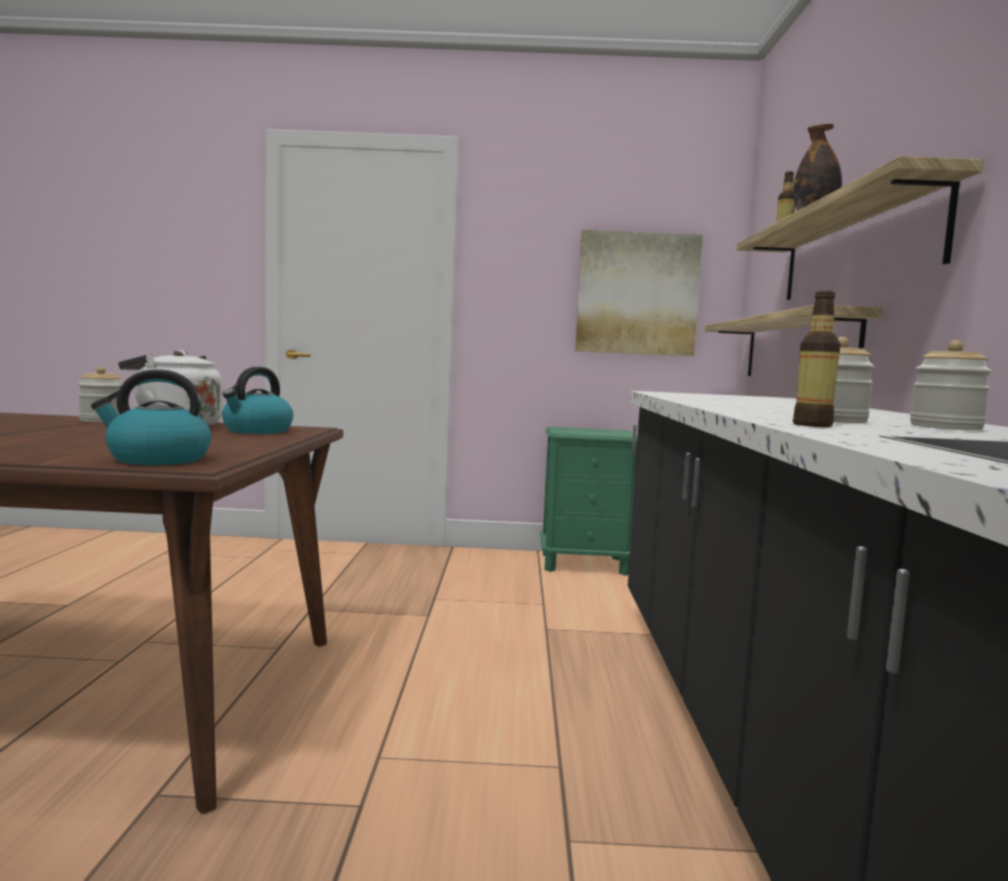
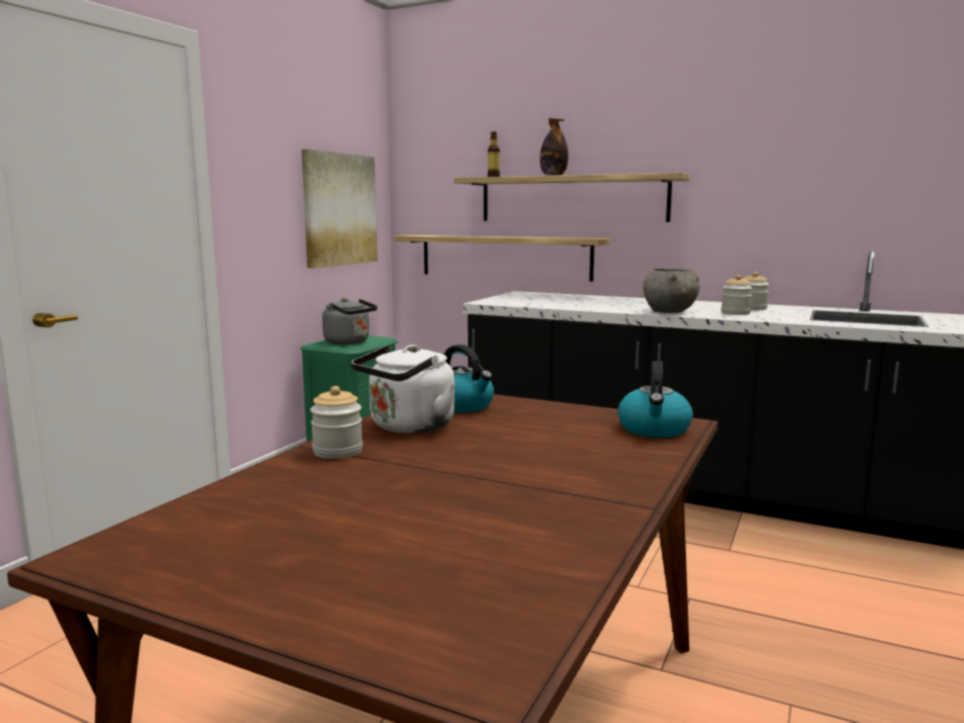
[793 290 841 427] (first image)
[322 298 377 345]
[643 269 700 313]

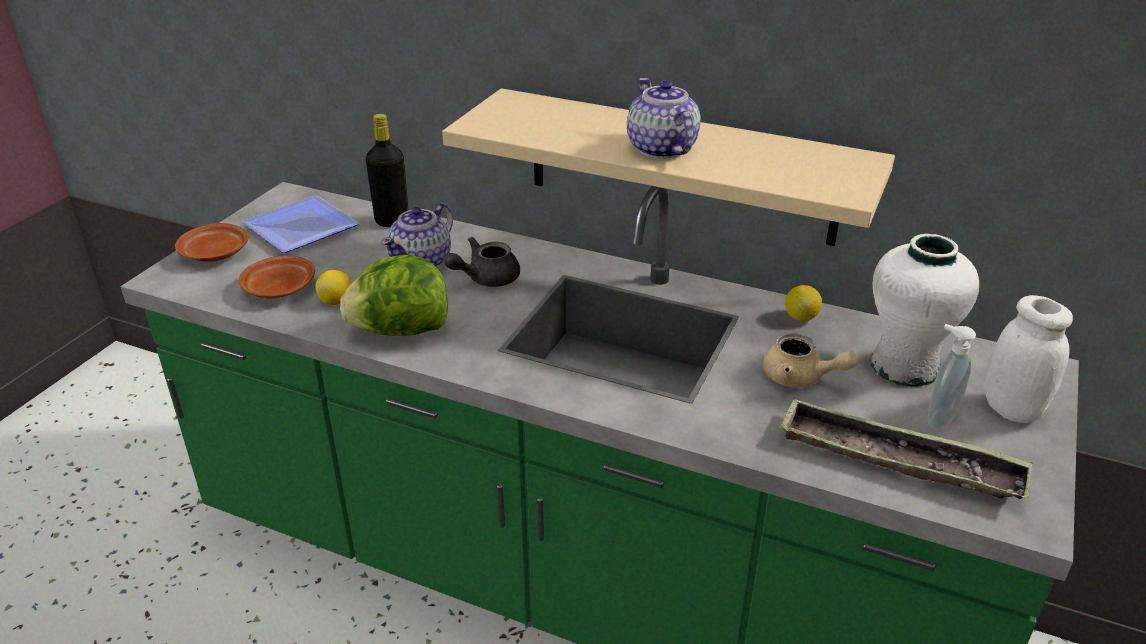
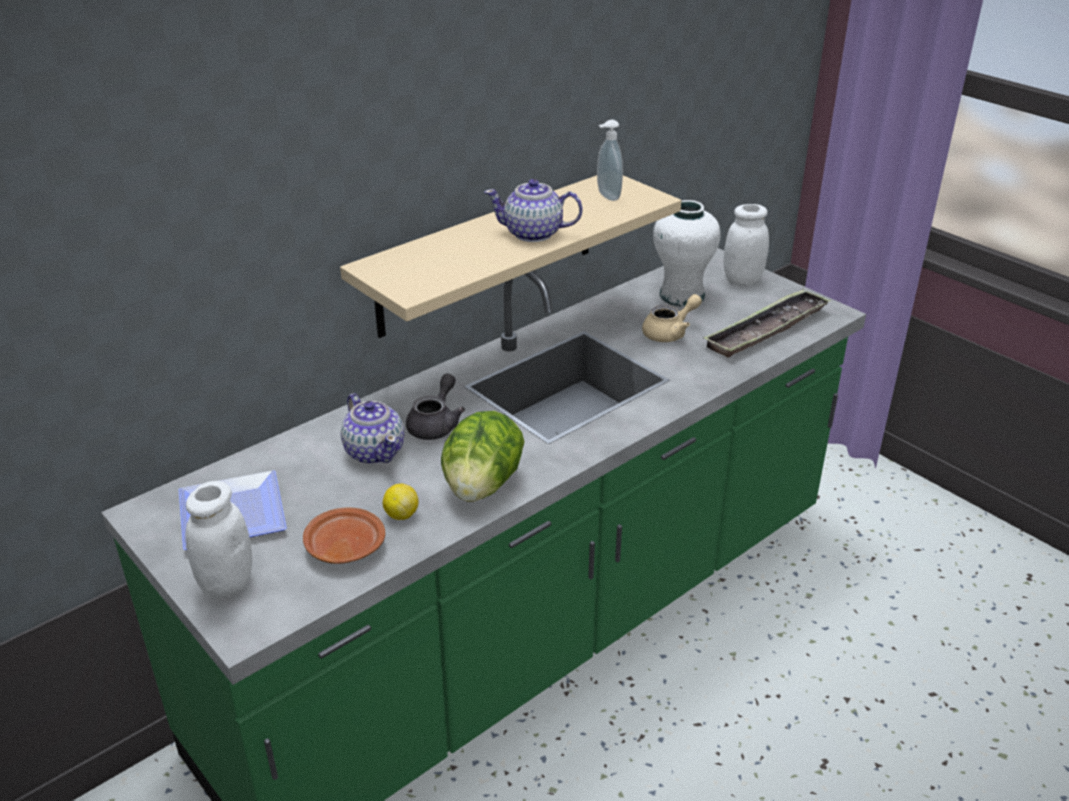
[186 481 252 599]
[366 114 408 227] (first image)
[406 374 465 440]
[785 285 822 321] (first image)
[597 120 623 201]

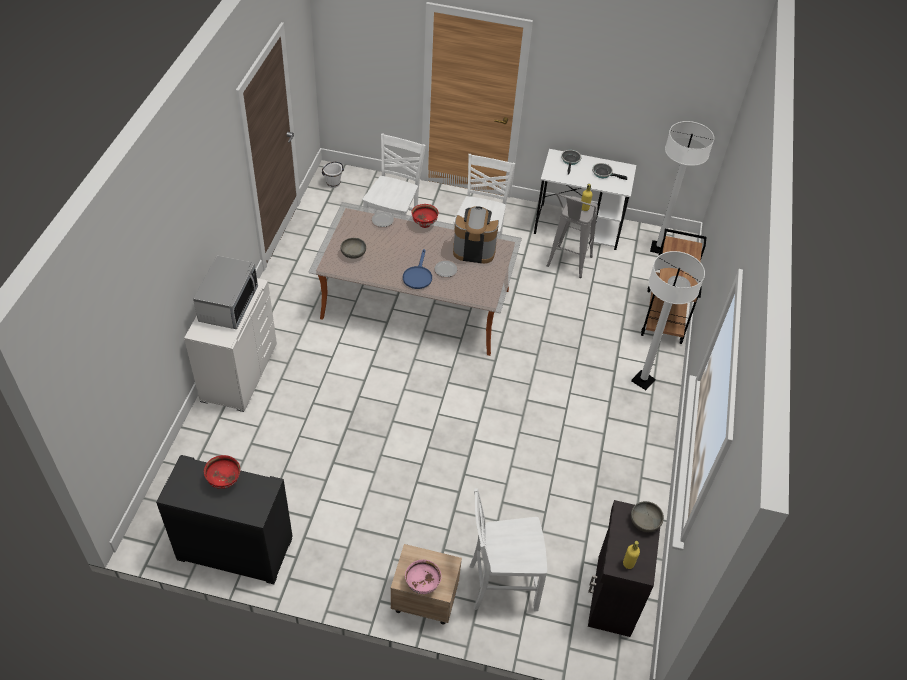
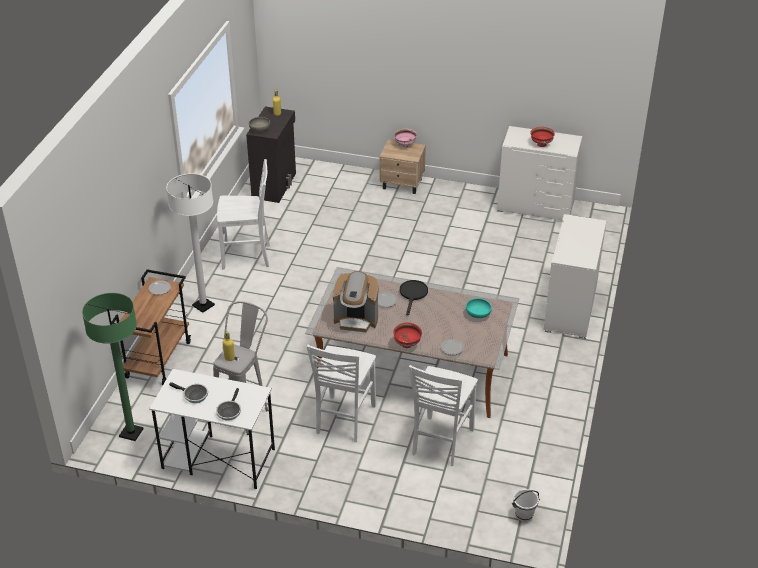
[497 126 582 220]
[193 256 258 329] (first image)
[466 298 492 318]
[400 280 428 316]
[217 159 270 269]
[82 293 144 441]

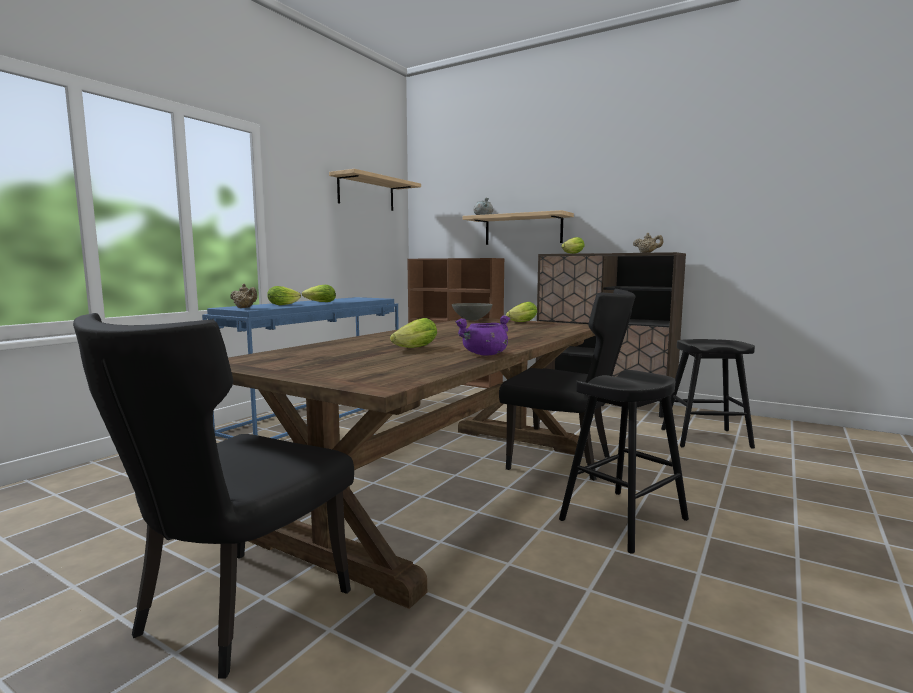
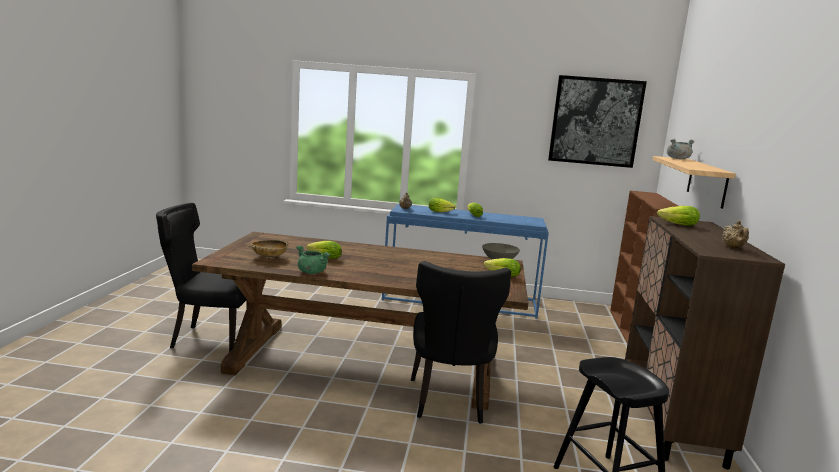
[548 75 647 168]
[296 245 331 274]
[559 370 689 554] (first image)
[248 240 290 259]

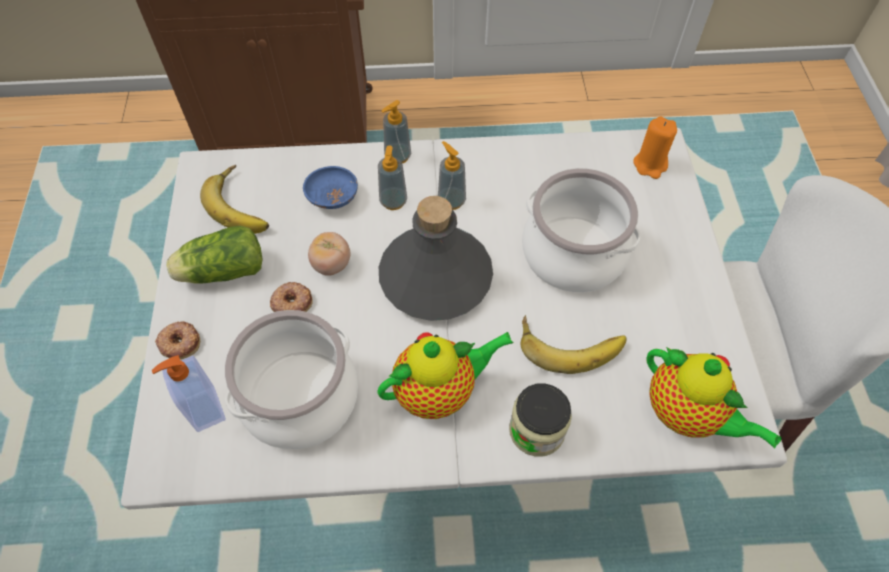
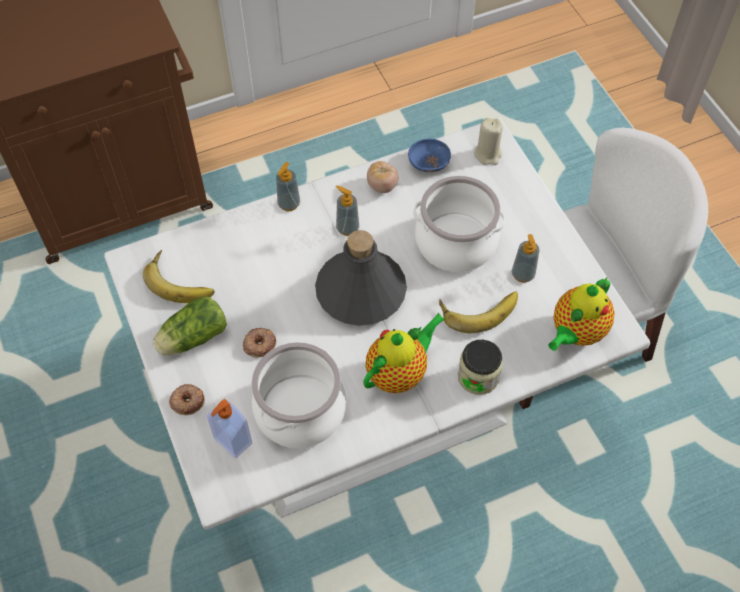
[408 139 451 172]
[367 161 398 193]
[512 234 539 283]
[474 118 503 165]
[548 278 614 351]

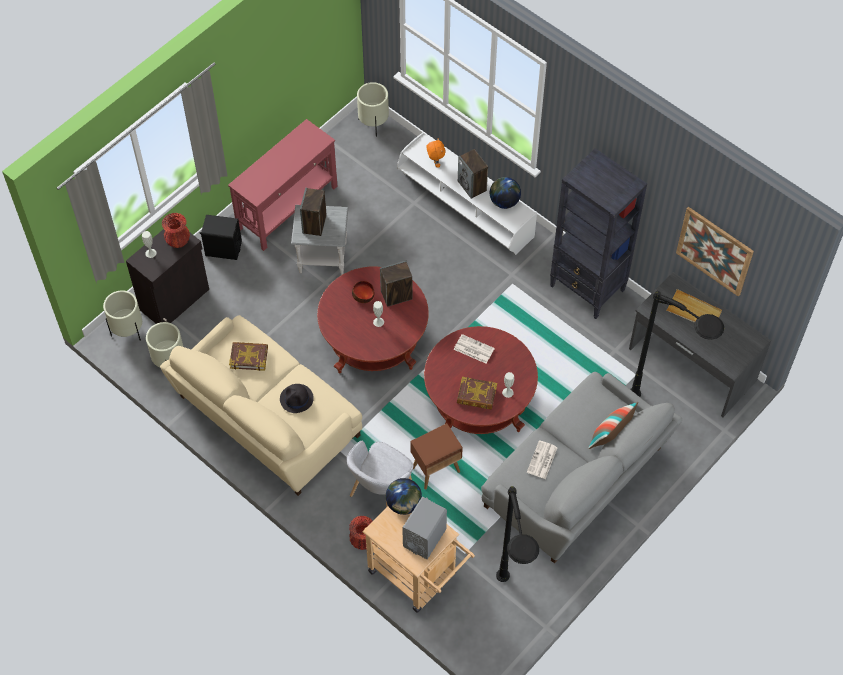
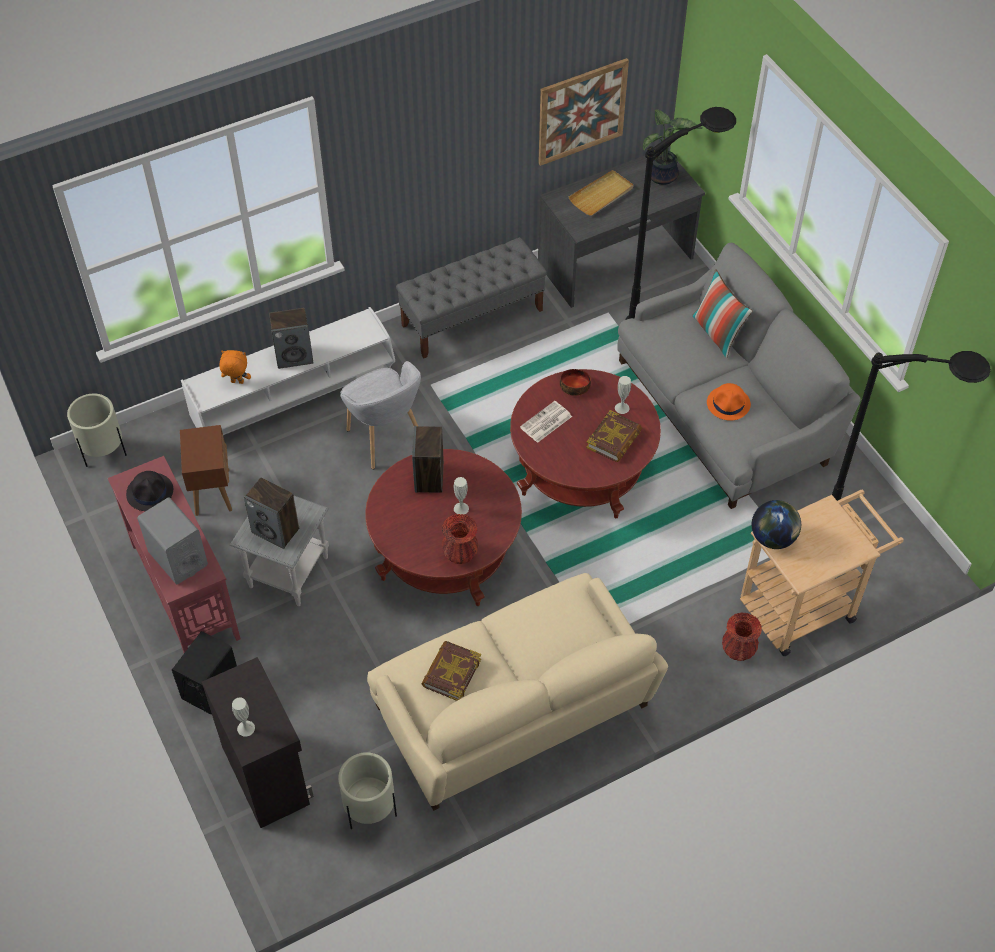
[103 290 142 341] (first image)
[442 514 479 564]
[126 471 173 511]
[340 361 421 470]
[560 369 591 396]
[137 497 208 584]
[180 425 232 516]
[490 177 521 209] (first image)
[707 383 751 421]
[396 237 547 358]
[643 109 703 185]

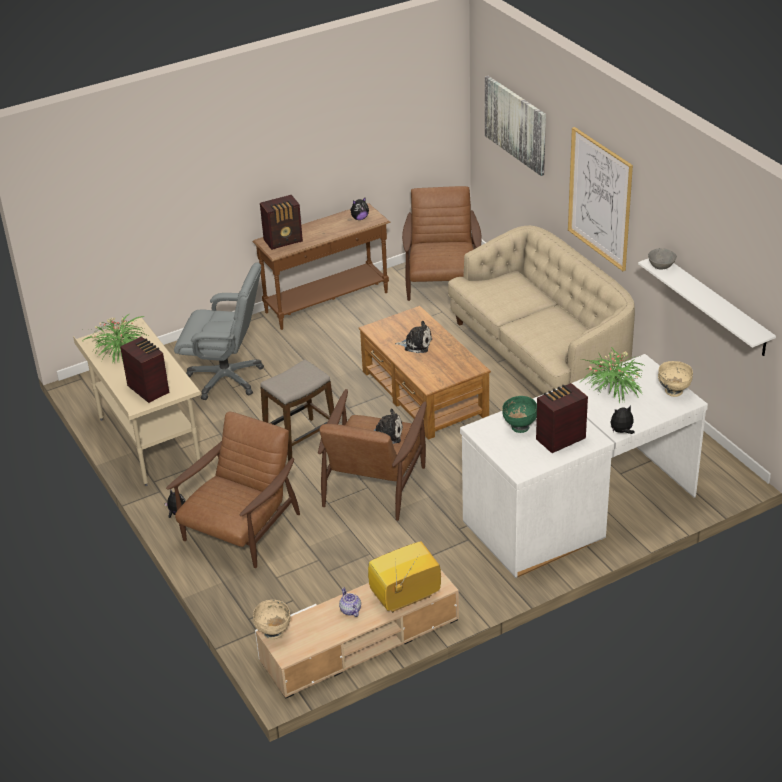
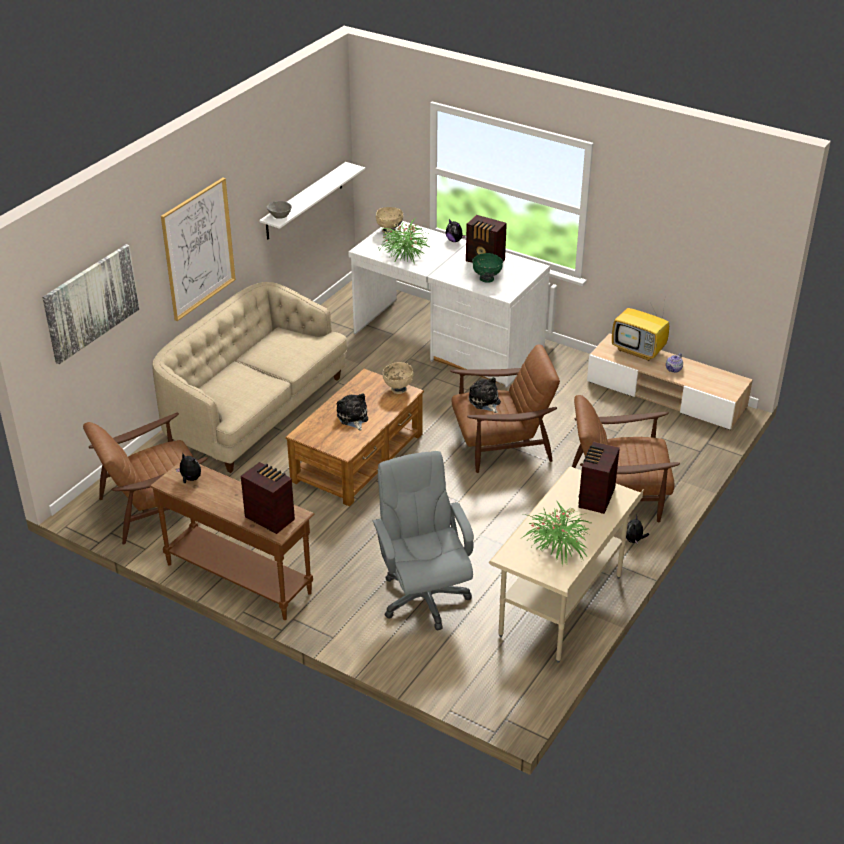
[383 362 413 394]
[261 360 334 462] (first image)

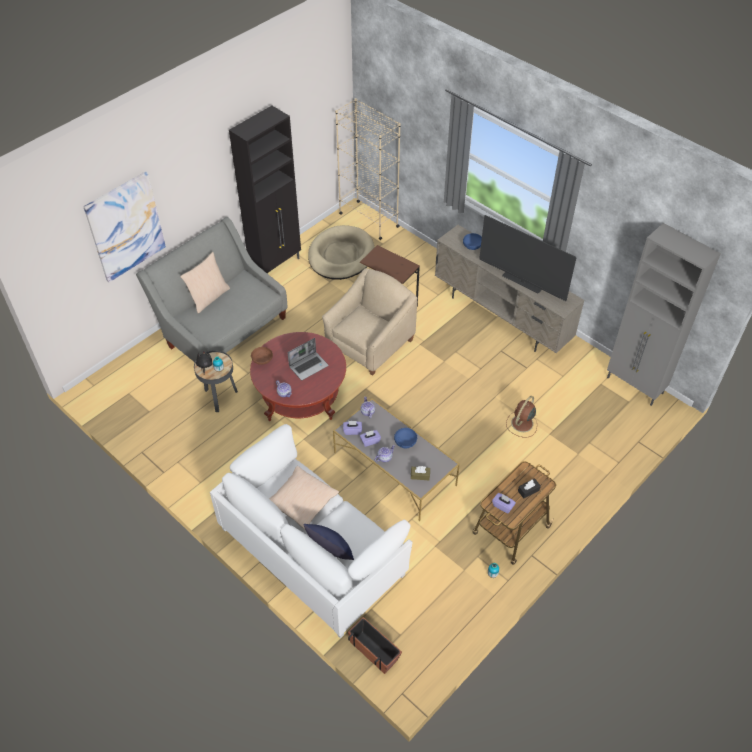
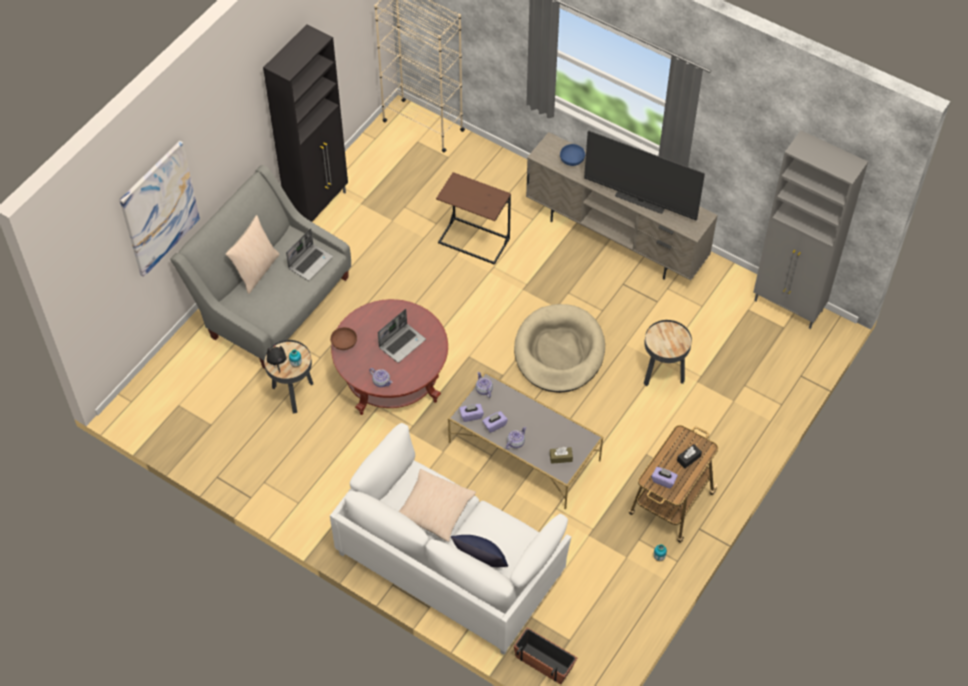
[514 304 605 393]
[322 268 417 375] (first image)
[394 428 417 449] (first image)
[644 320 692 386]
[286 228 333 281]

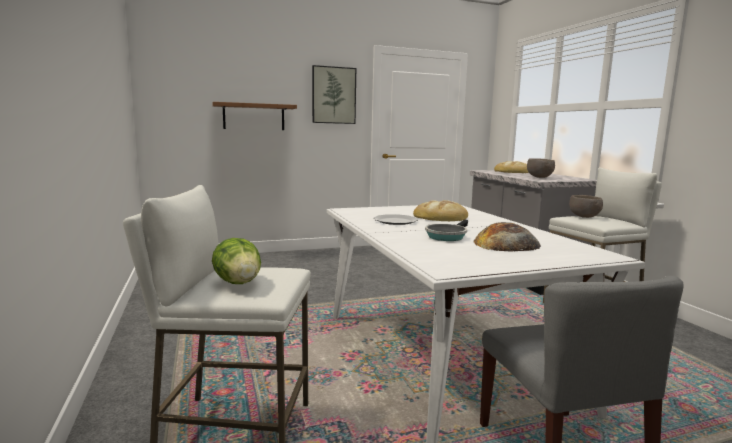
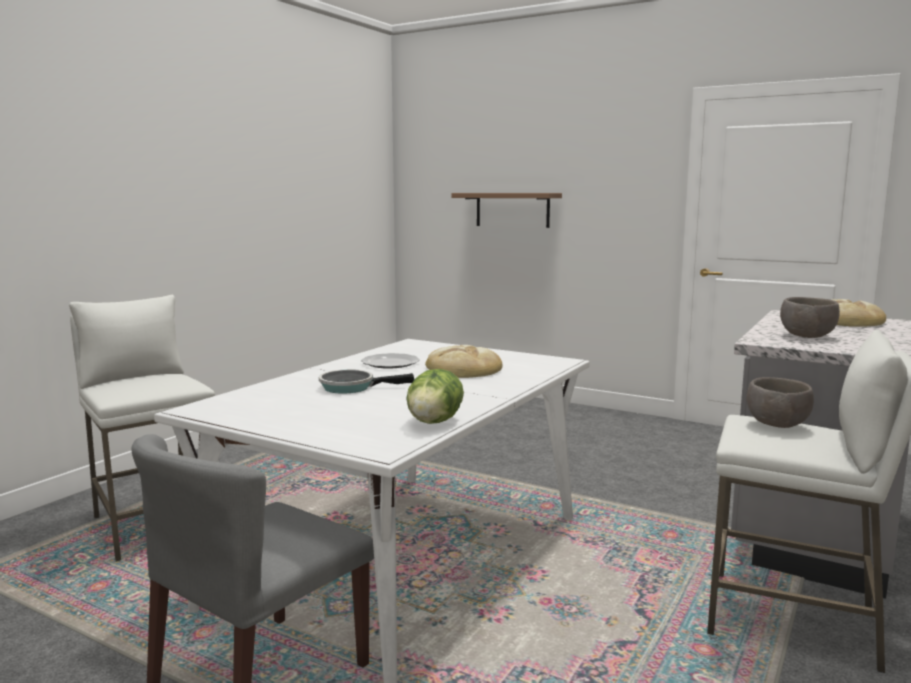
[407 369 464 424]
[312 65 356 124] (first image)
[473 222 541 251] (first image)

